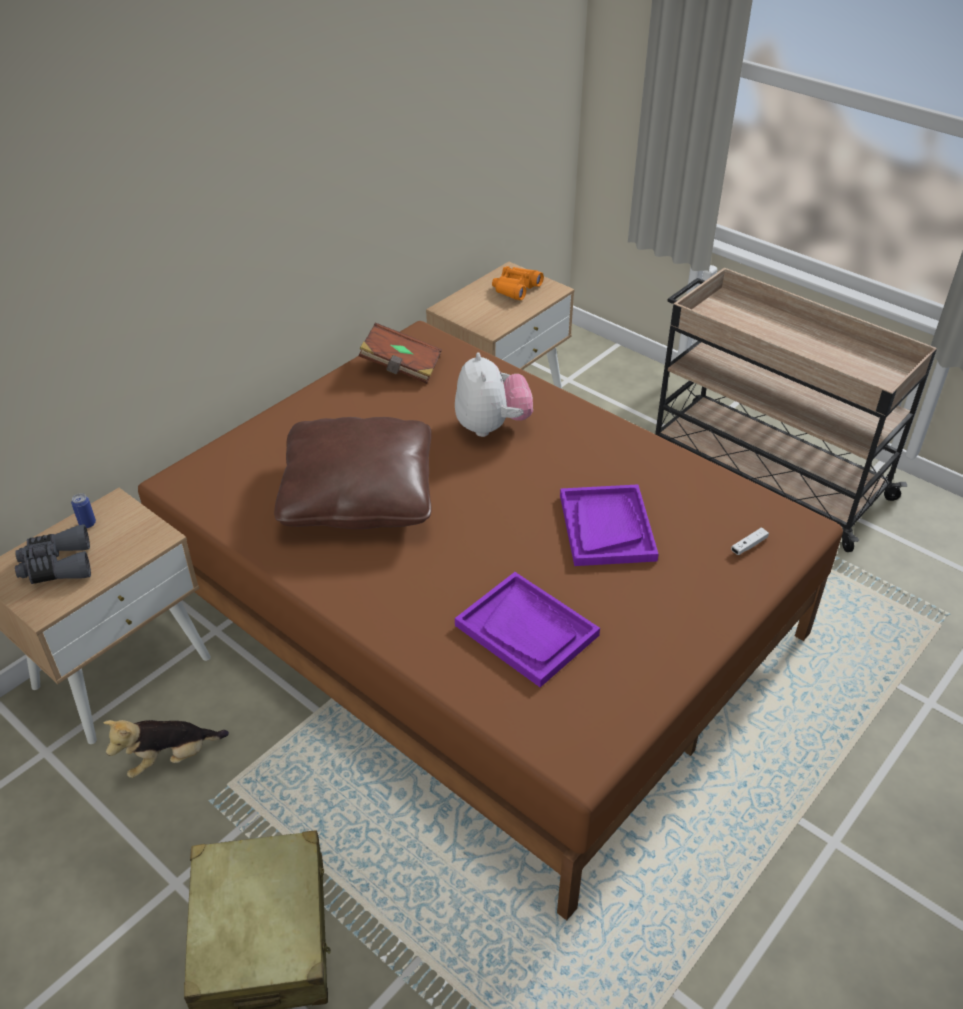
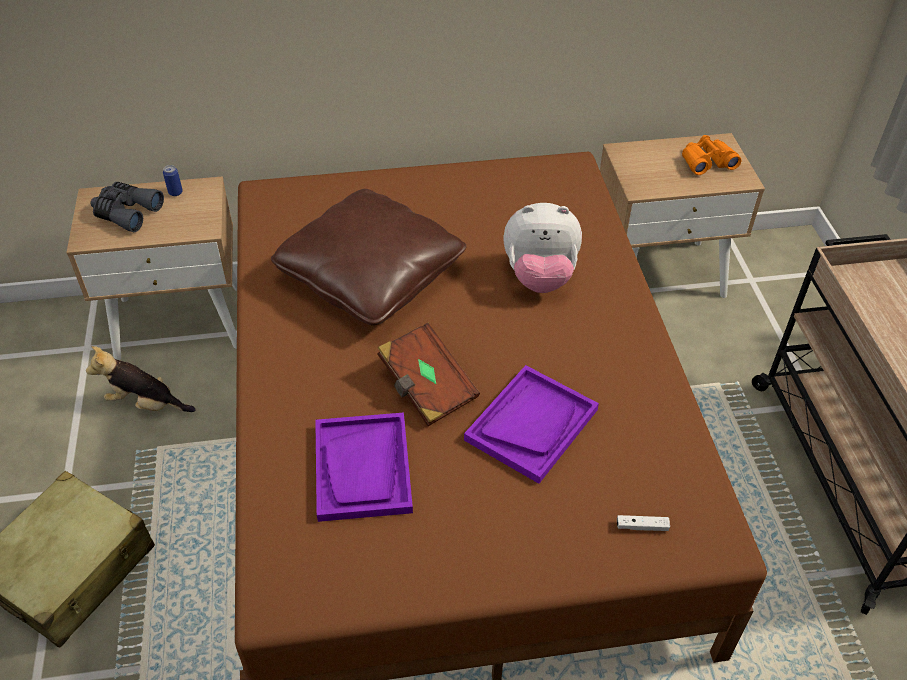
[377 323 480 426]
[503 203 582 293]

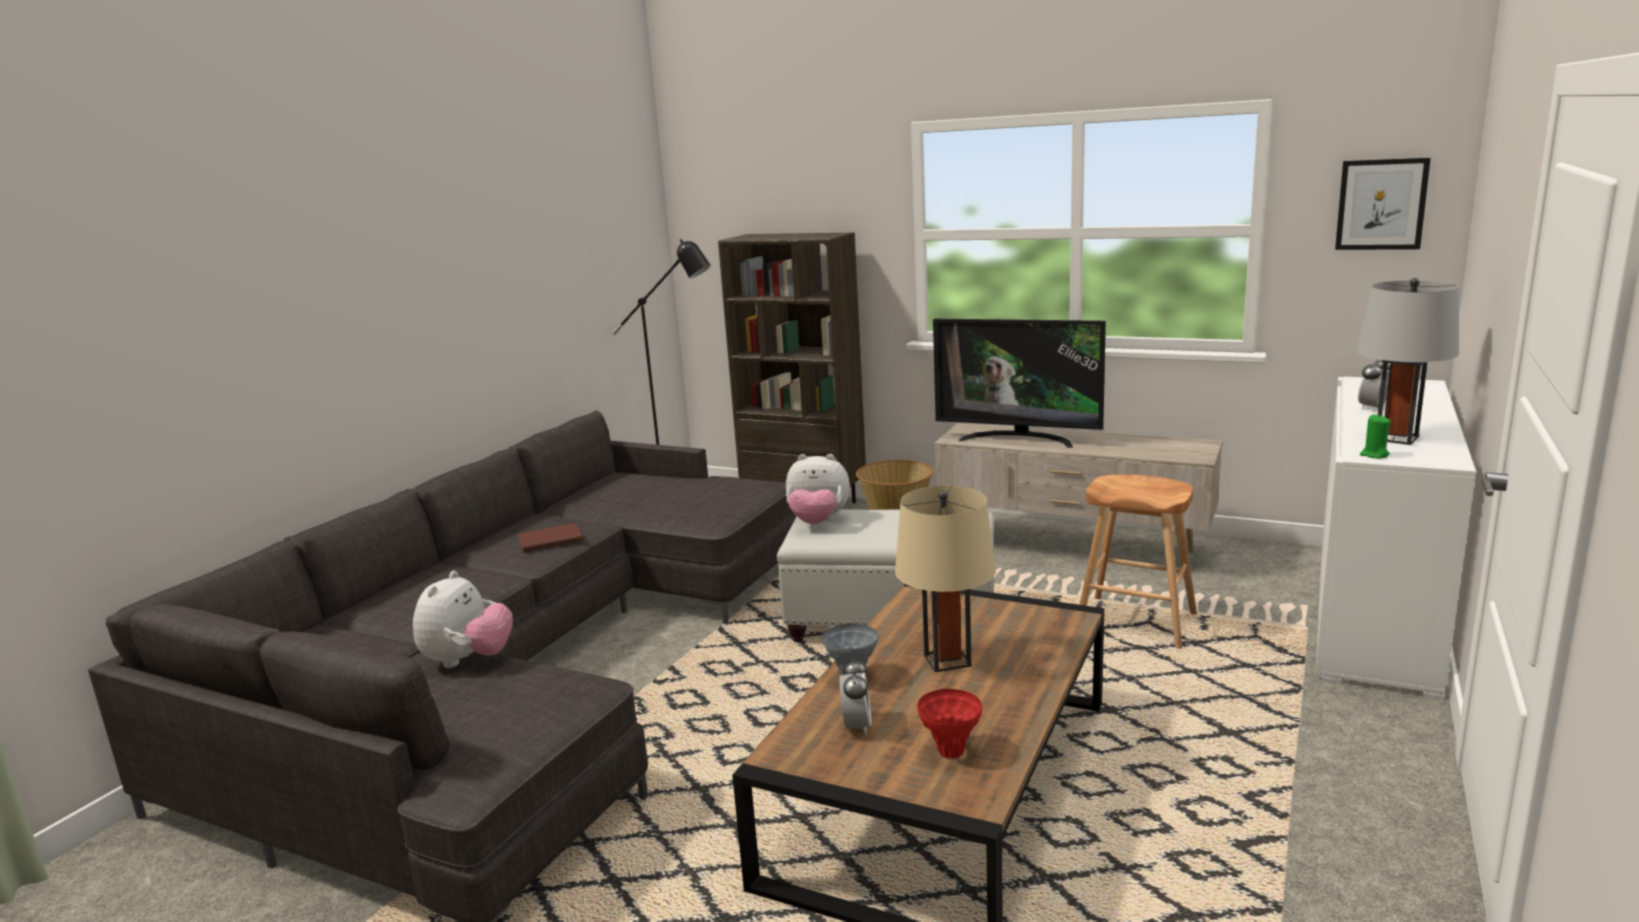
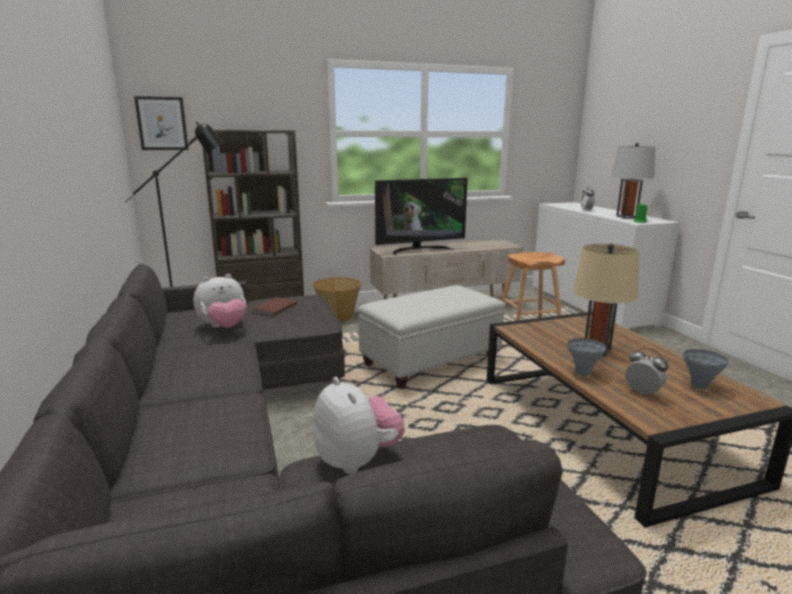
[252 297 297 316]
[193 274 246 328]
[683 349 728 389]
[134 96 189 150]

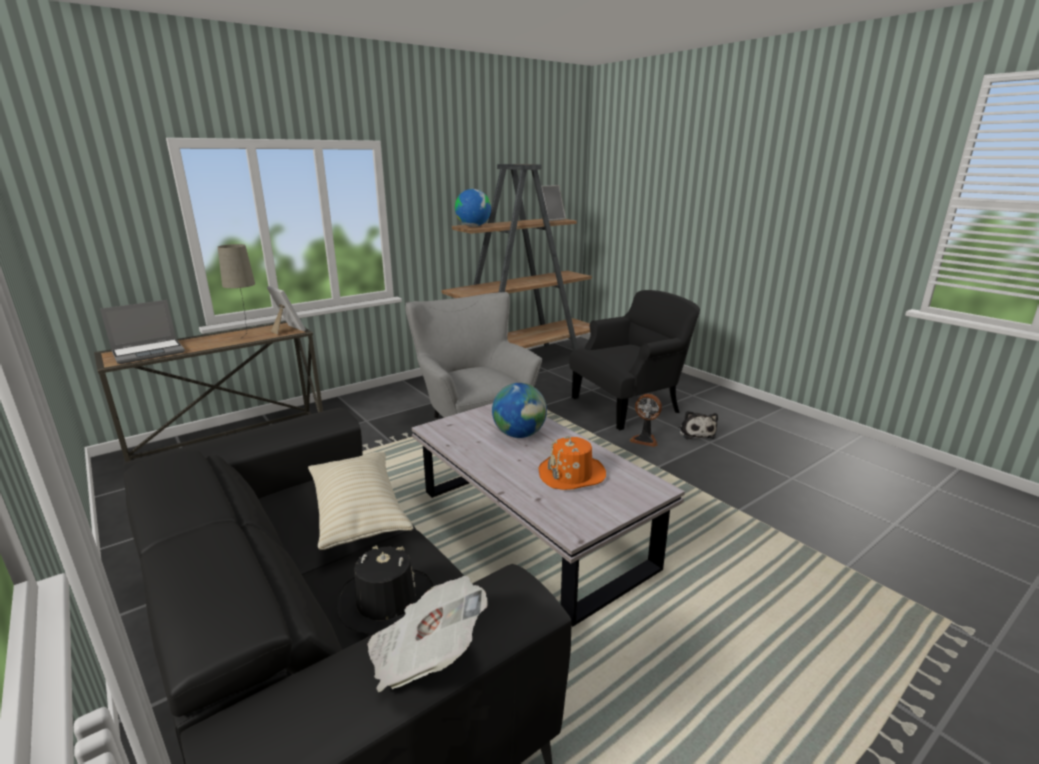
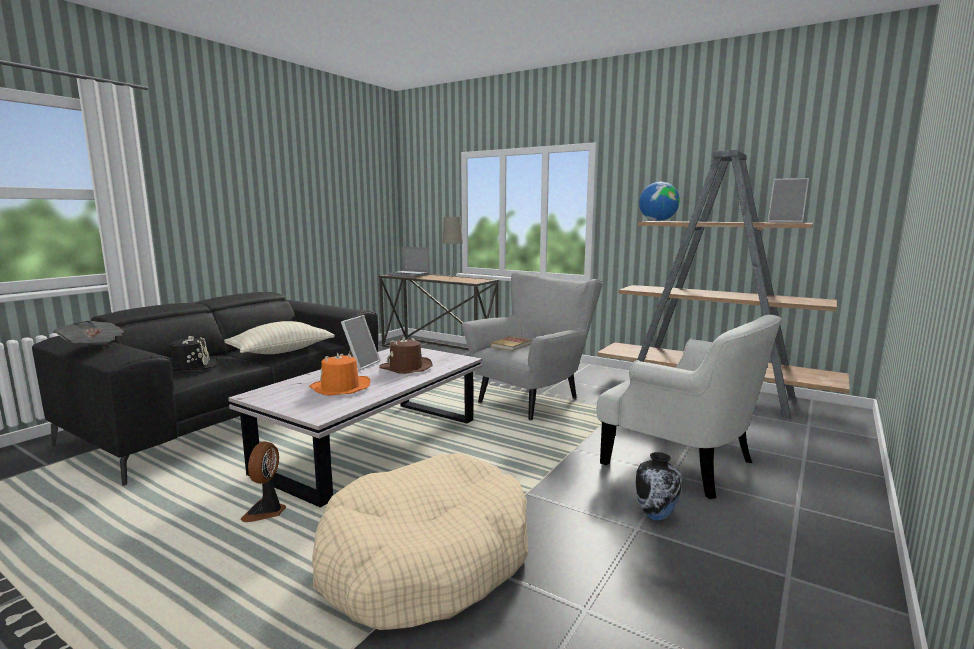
[341 315 380 371]
[379 337 433 374]
[597 315 782 499]
[240 442 286 522]
[636 452 682 521]
[312 453 528 630]
[490 336 531 351]

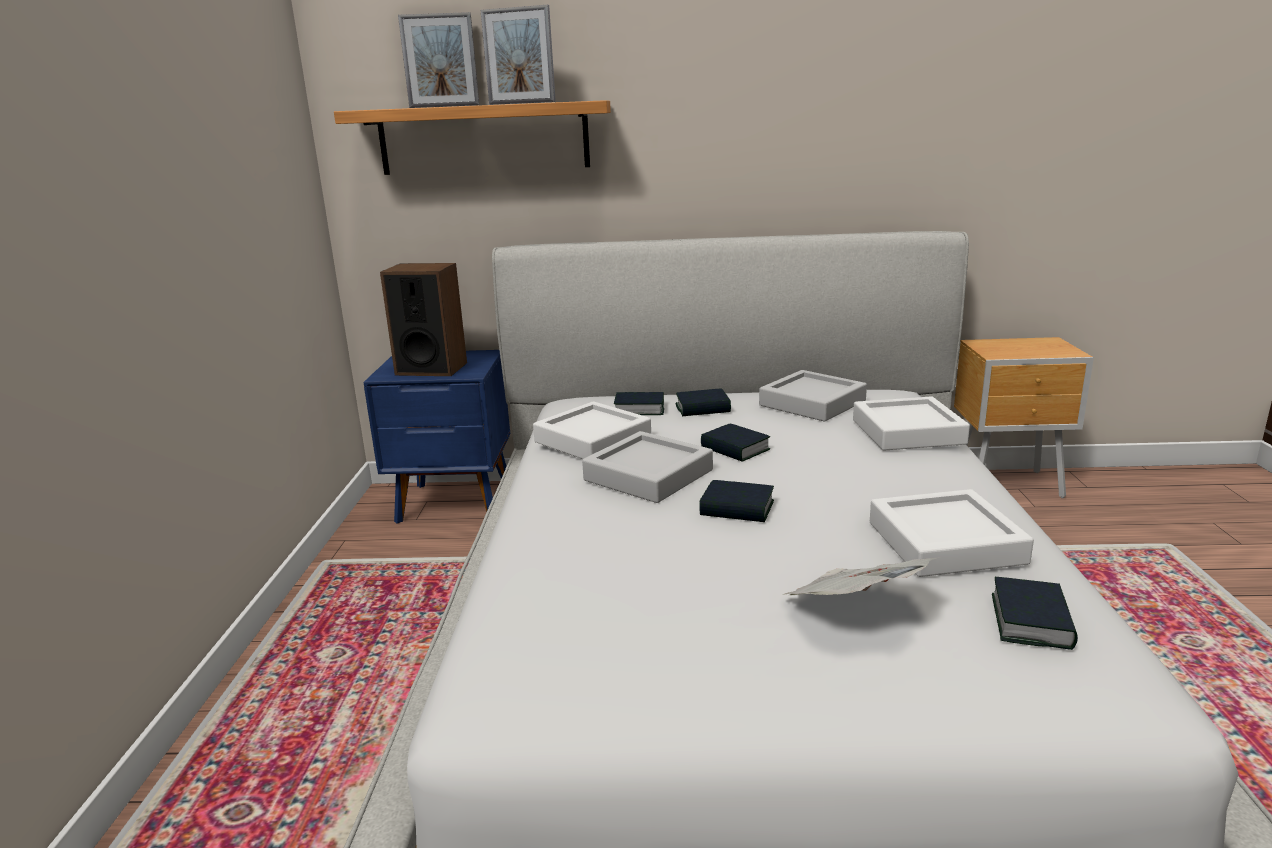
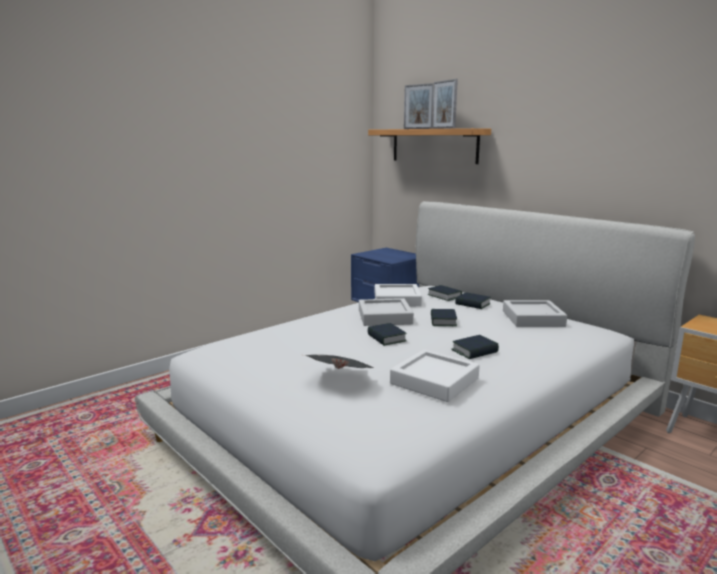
[380 263 467 376] (first image)
[853 396 970 450] (first image)
[451 335 499 359]

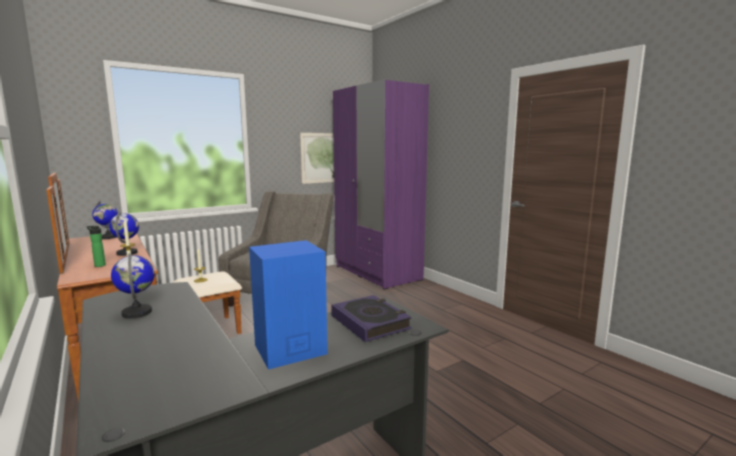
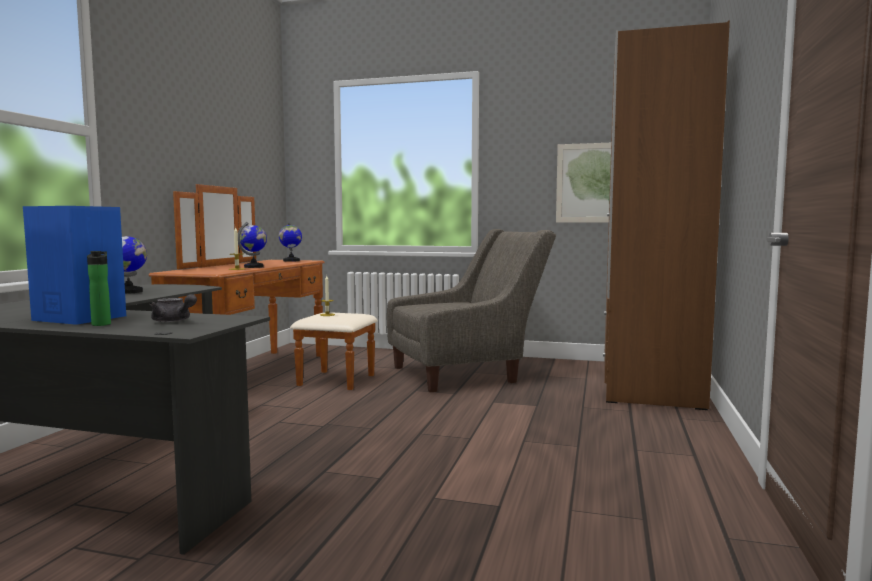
[87 251 111 326]
[150 294 197 322]
[603 20 730 410]

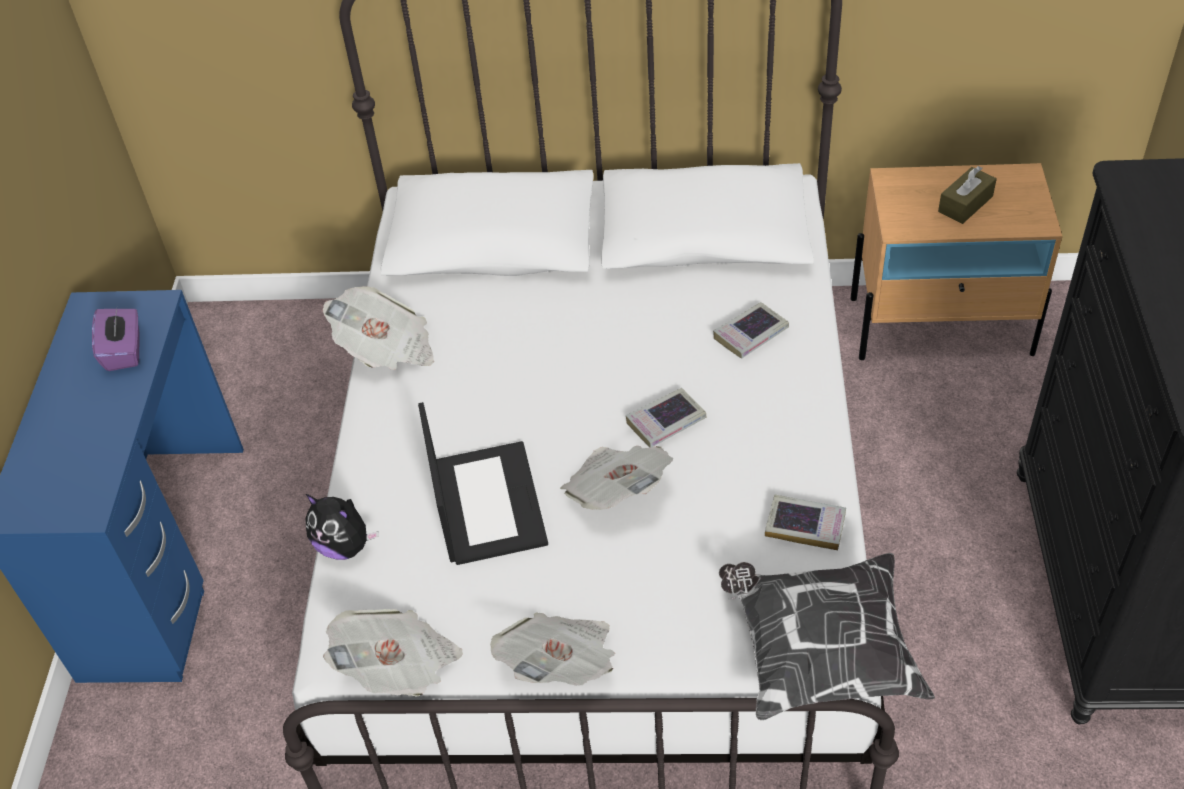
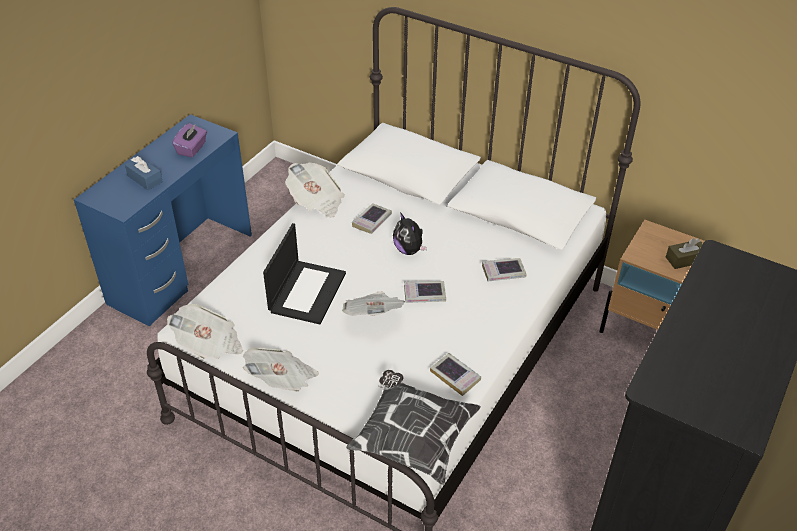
[393 212 427 255]
[125 156 163 190]
[352 203 392 234]

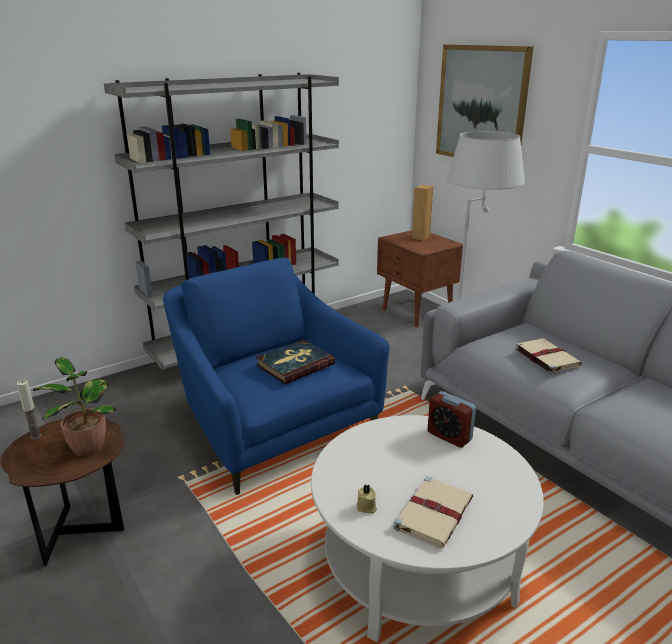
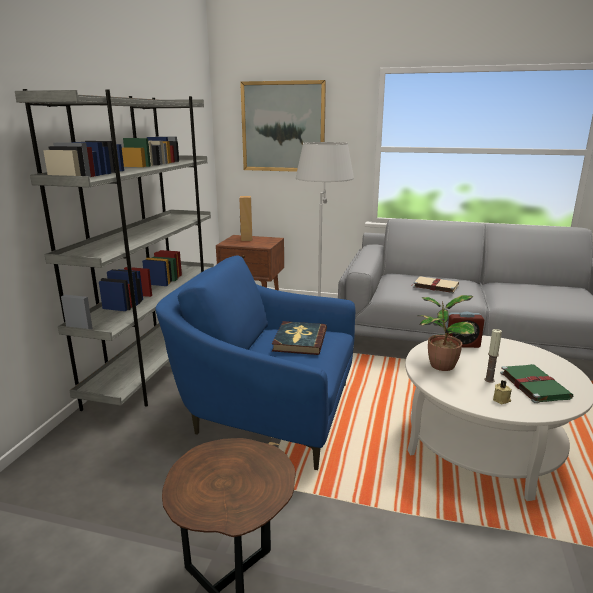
[484 329 502 383]
[417 295 477 371]
[500 364 573 403]

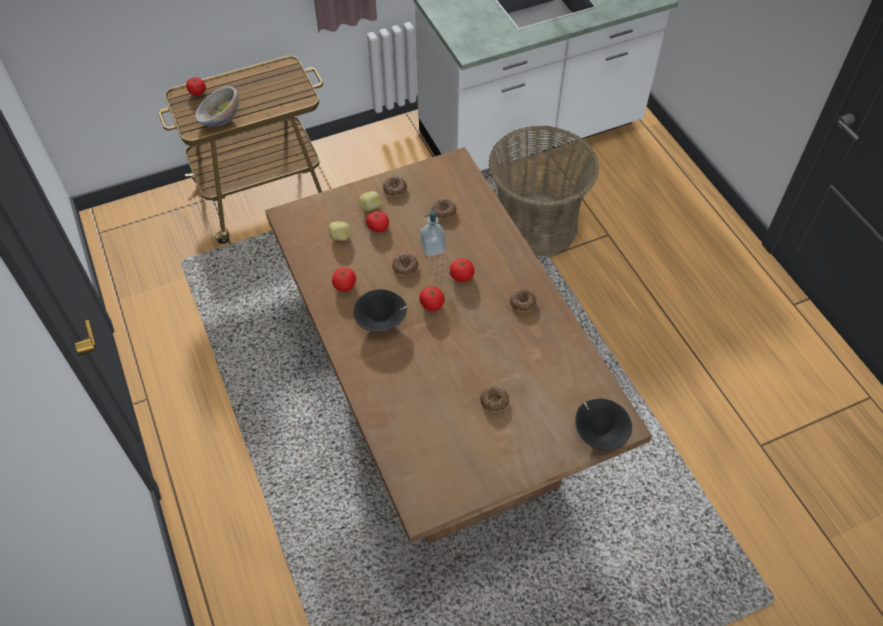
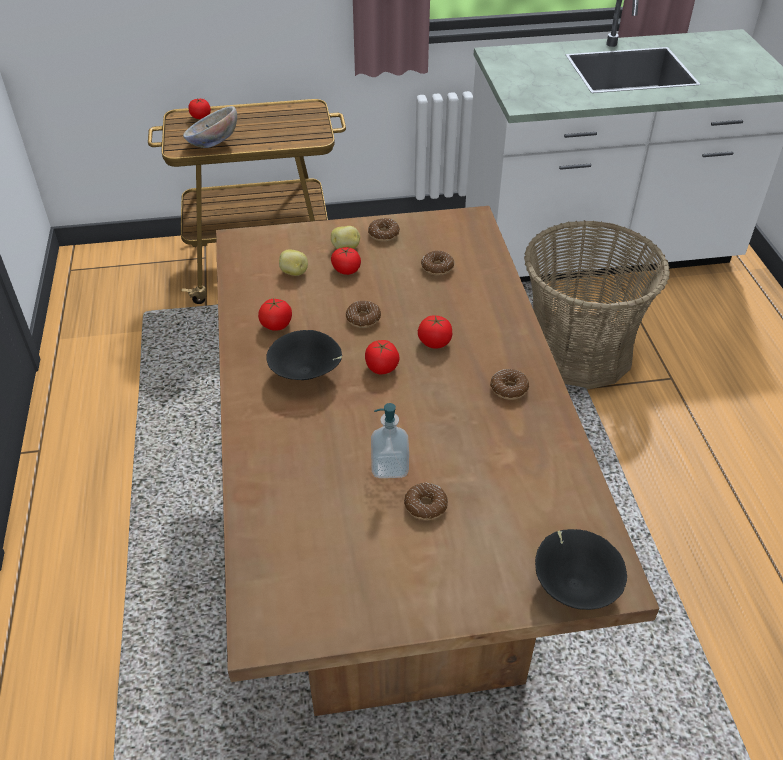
[371 403 409 478]

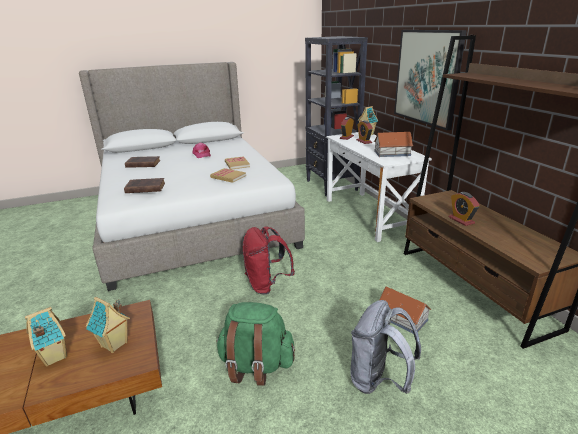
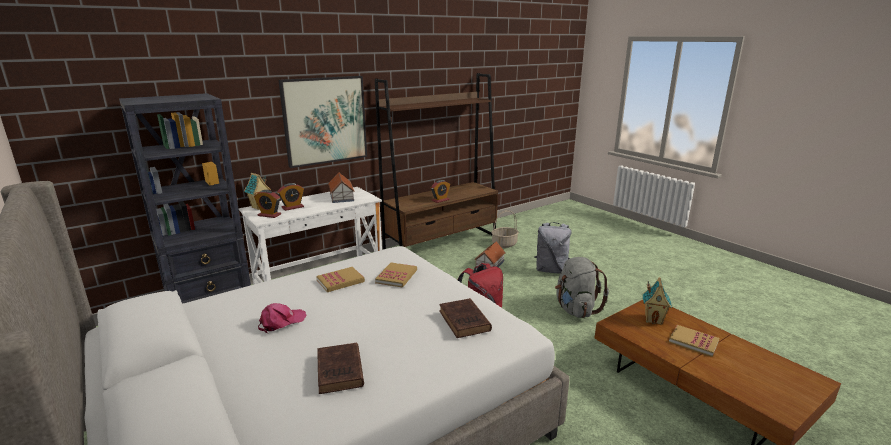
[669 325 719 357]
[555 257 609 318]
[491 210 519 248]

